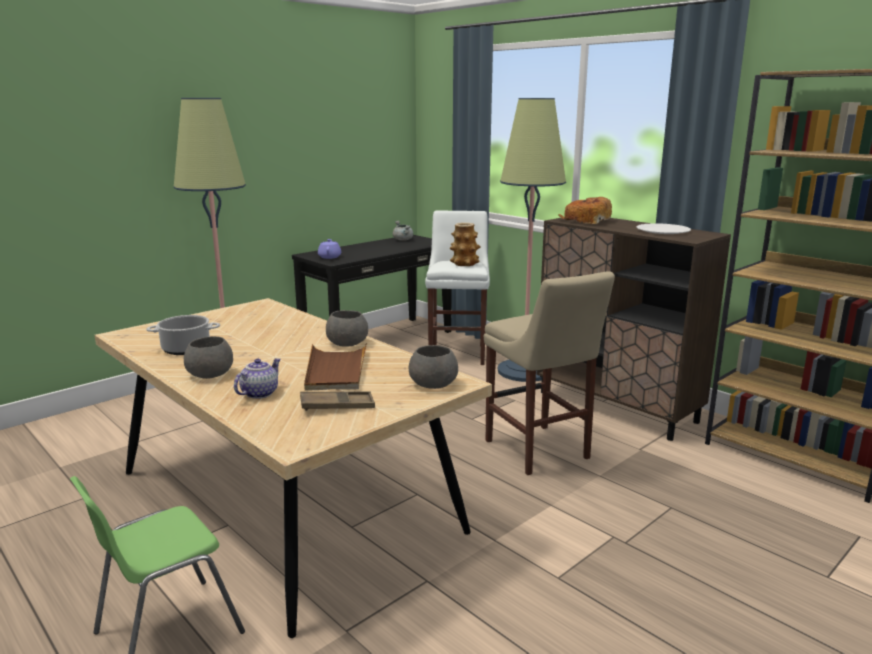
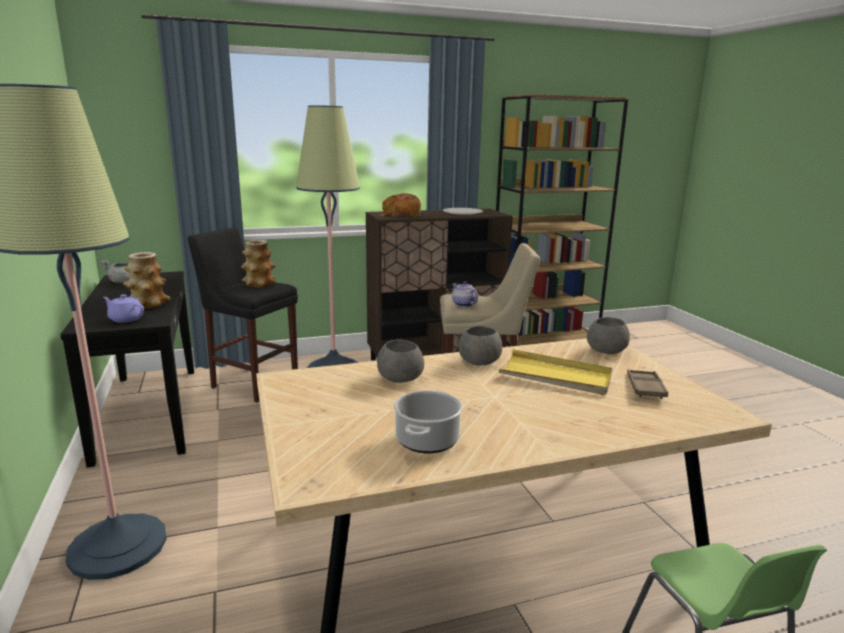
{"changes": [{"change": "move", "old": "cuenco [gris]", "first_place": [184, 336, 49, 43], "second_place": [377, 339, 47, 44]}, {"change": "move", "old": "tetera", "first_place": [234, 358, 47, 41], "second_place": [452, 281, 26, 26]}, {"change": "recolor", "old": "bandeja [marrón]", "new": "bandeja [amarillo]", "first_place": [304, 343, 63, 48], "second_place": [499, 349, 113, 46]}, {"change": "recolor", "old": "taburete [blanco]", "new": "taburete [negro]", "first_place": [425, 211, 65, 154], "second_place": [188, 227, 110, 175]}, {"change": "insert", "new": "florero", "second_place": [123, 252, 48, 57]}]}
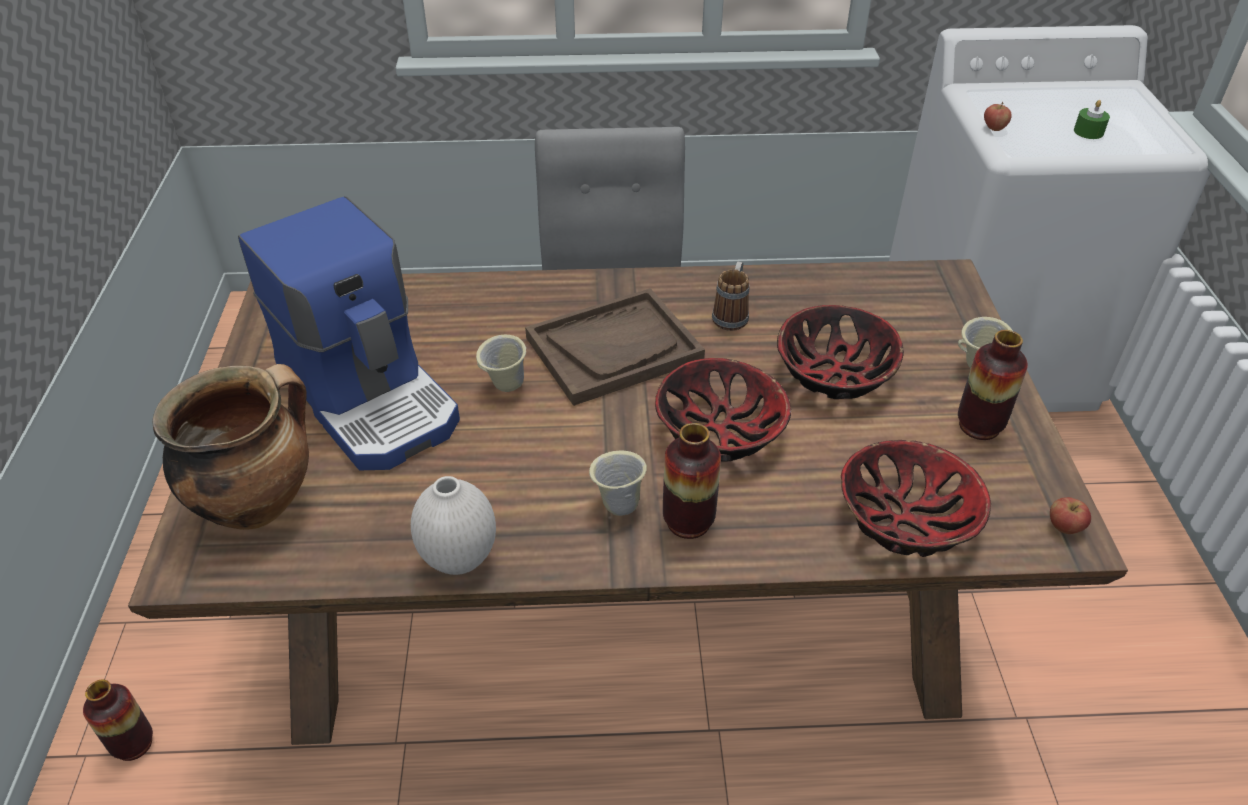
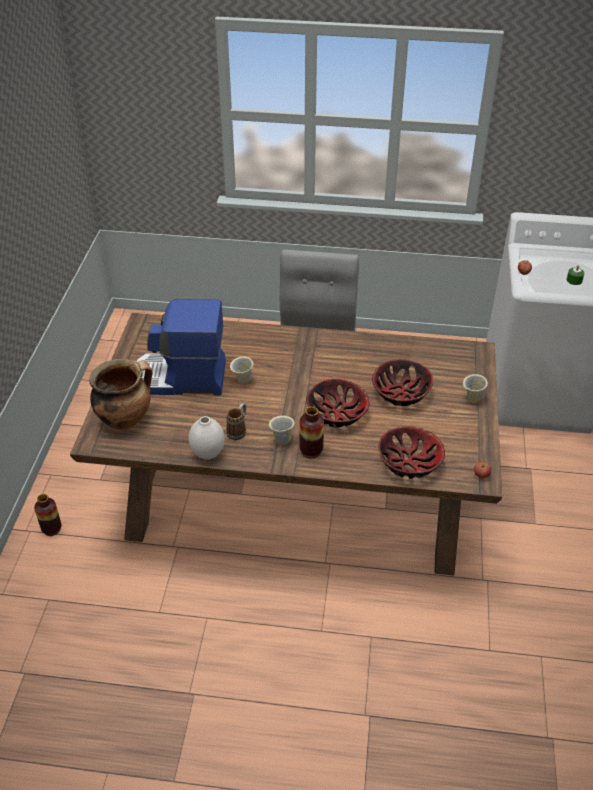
{"changes": [{"change": "rotate", "old": "cafetera", "first_place": [238, 196, 222, 274], "second_place": [136, 299, 90, 96], "degrees": 120}, {"change": "delete", "old": "bandeja [marrón]", "first_place": [525, 288, 180, 118]}, {"change": "move", "old": "taza grande", "first_place": [712, 262, 37, 69], "second_place": [226, 403, 20, 37]}, {"change": "delete", "old": "florero", "first_place": [958, 330, 70, 110]}]}
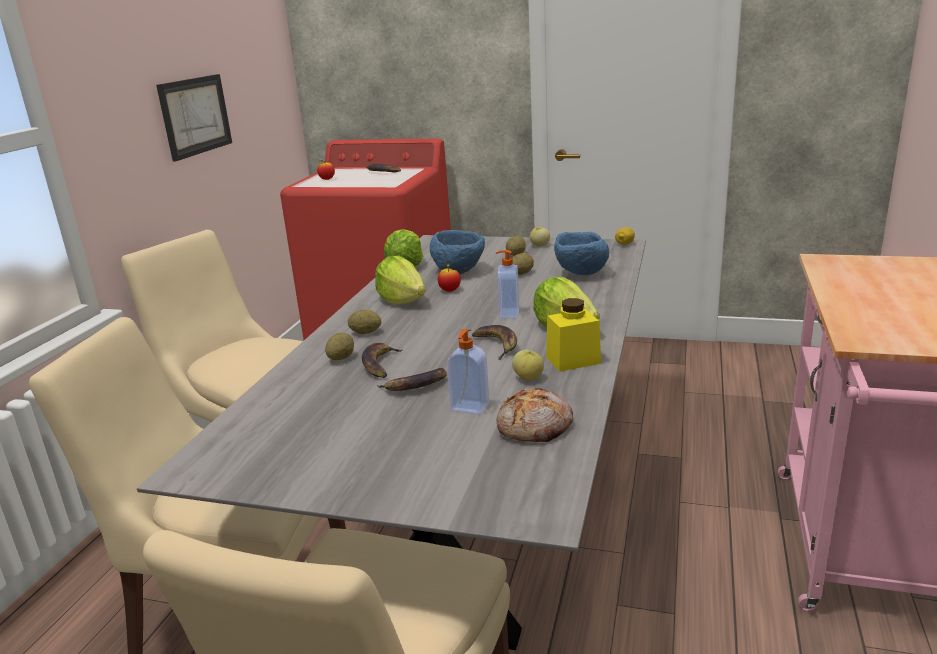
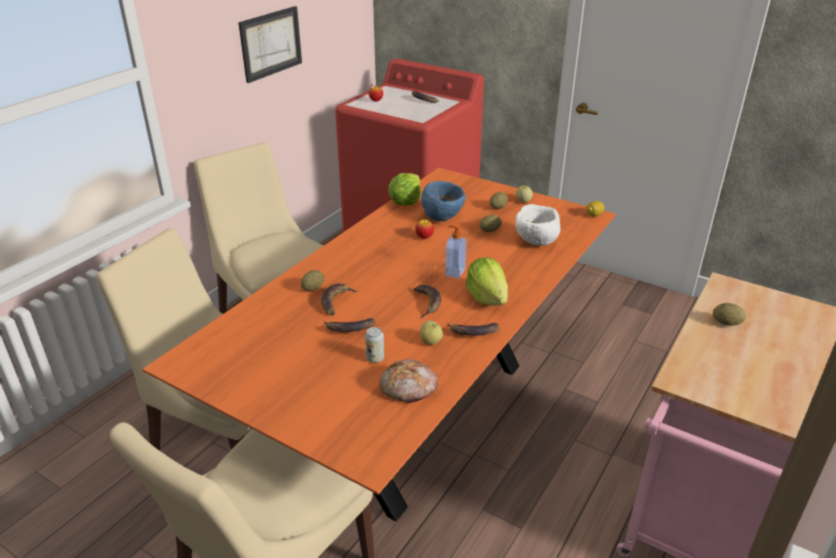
{"changes": [{"change": "recolor", "old": "mesa de comedor [gris]", "new": "mesa de comedor [naranja]", "first_place": [137, 235, 509, 415], "second_place": [142, 168, 474, 353]}, {"change": "move", "old": "patata", "first_place": [348, 309, 33, 25], "second_place": [713, 303, 33, 23]}, {"change": "delete", "old": "lechuga", "first_place": [375, 256, 51, 49]}, {"change": "replace", "old": "dispensador de jabón", "new": "lata", "first_place": [447, 329, 42, 86], "second_place": [365, 327, 19, 36]}, {"change": "replace", "old": "tarro [amarillo]", "new": "plátano", "first_place": [546, 298, 55, 74], "second_place": [447, 323, 52, 13]}, {"change": "recolor", "old": "cuenco [azul]", "new": "cuenco [blanco]", "first_place": [554, 231, 55, 44], "second_place": [515, 204, 45, 42]}]}
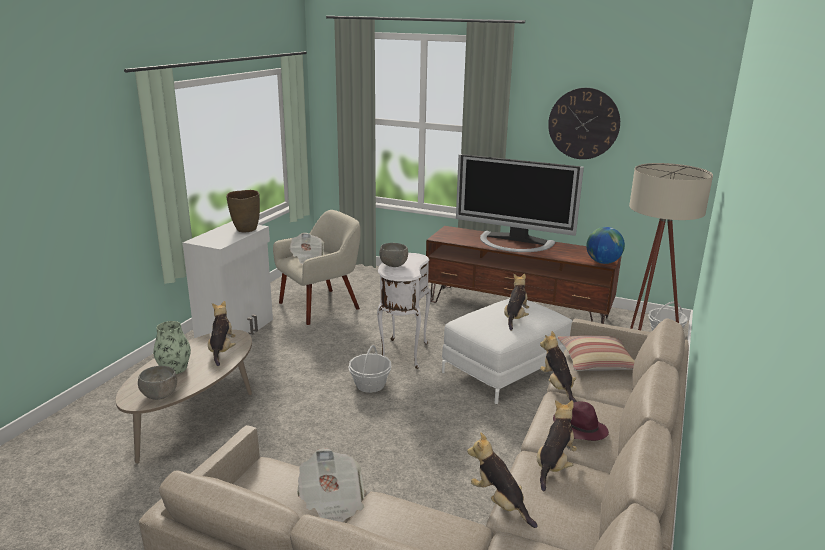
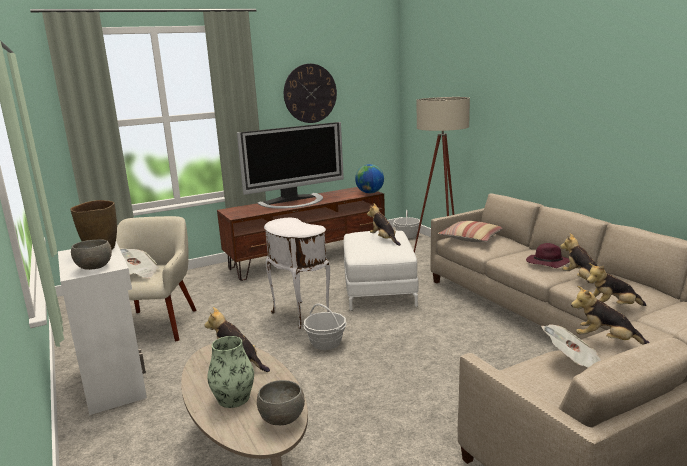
{"changes": [{"change": "move", "old": "cuenco [gris]", "first_place": [379, 243, 29, 24], "second_place": [71, 239, 41, 31]}, {"change": "move", "old": "peluche", "first_place": [540, 331, 37, 71], "second_place": [571, 286, 79, 59]}]}
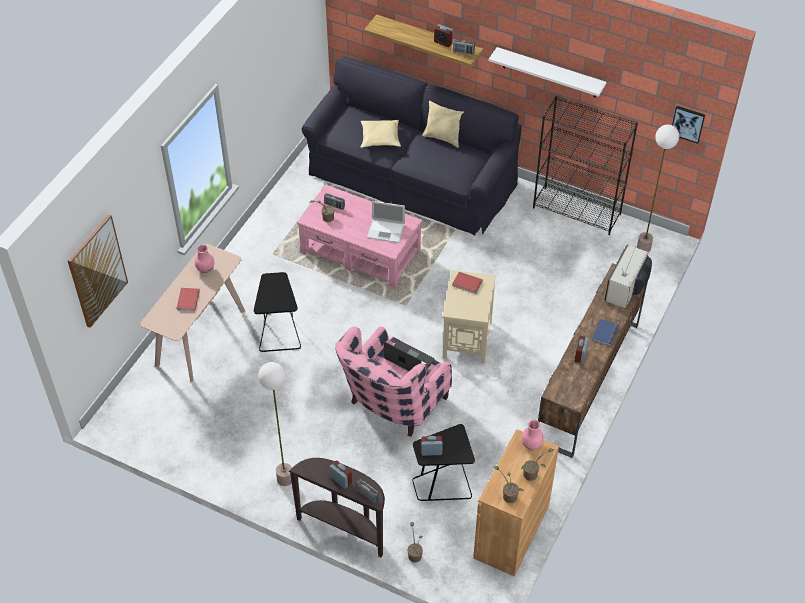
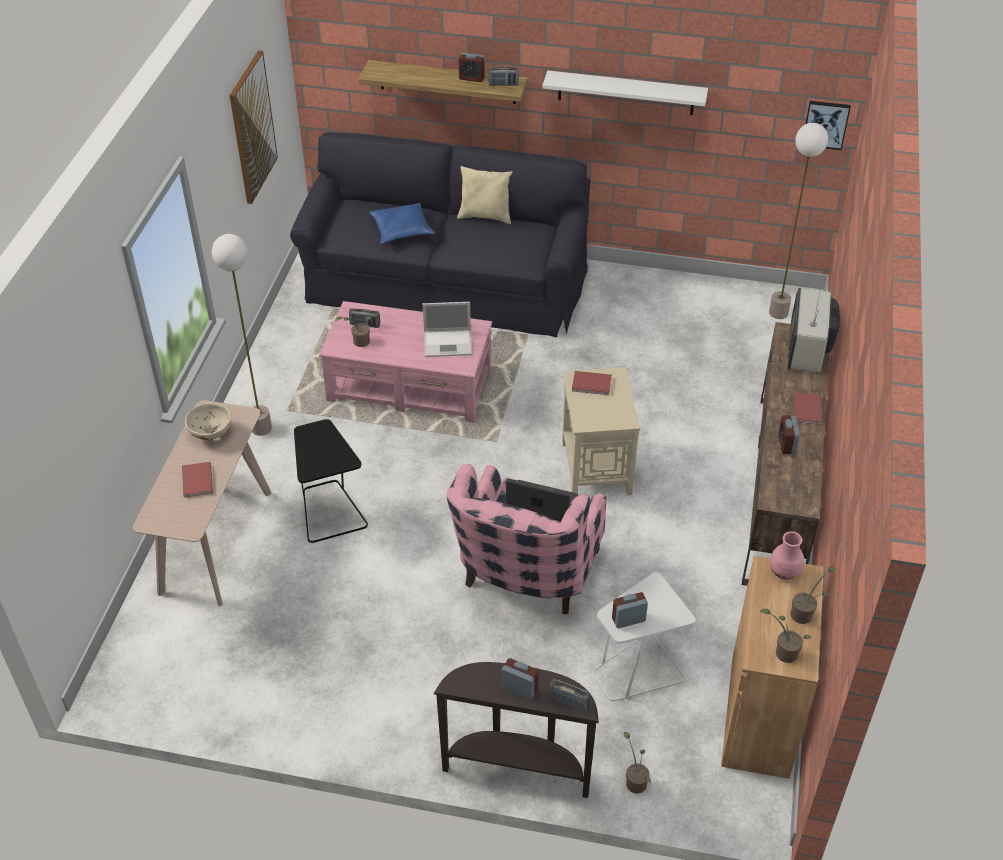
{"changes": [{"change": "move", "old": "cuadro", "first_place": [67, 214, 61, 114], "second_place": [230, 51, 48, 153]}, {"change": "replace", "old": "florero [rosa]", "new": "cuenco [beis]", "first_place": [195, 245, 20, 28], "second_place": [185, 403, 46, 37]}, {"change": "move", "old": "lámpara de pie", "first_place": [258, 362, 34, 124], "second_place": [212, 234, 60, 202]}, {"change": "recolor", "old": "cojín [beis]", "new": "cojín [azul]", "first_place": [361, 120, 40, 28], "second_place": [370, 203, 66, 41]}, {"change": "recolor", "old": "mesa auxiliar [negro]", "new": "mesa auxiliar [blanco]", "first_place": [412, 424, 63, 77], "second_place": [592, 572, 104, 129]}, {"change": "delete", "old": "estantería [negro]", "first_place": [533, 96, 105, 139]}, {"change": "recolor", "old": "libro [azul]", "new": "libro [rojo]", "first_place": [592, 319, 26, 27], "second_place": [793, 393, 28, 32]}]}
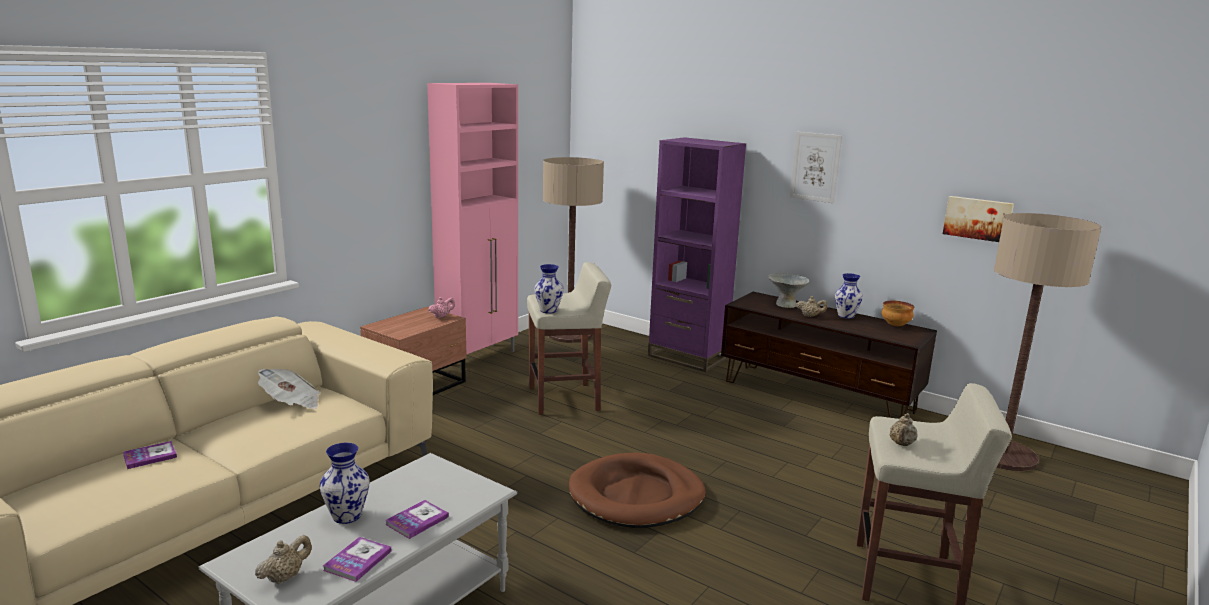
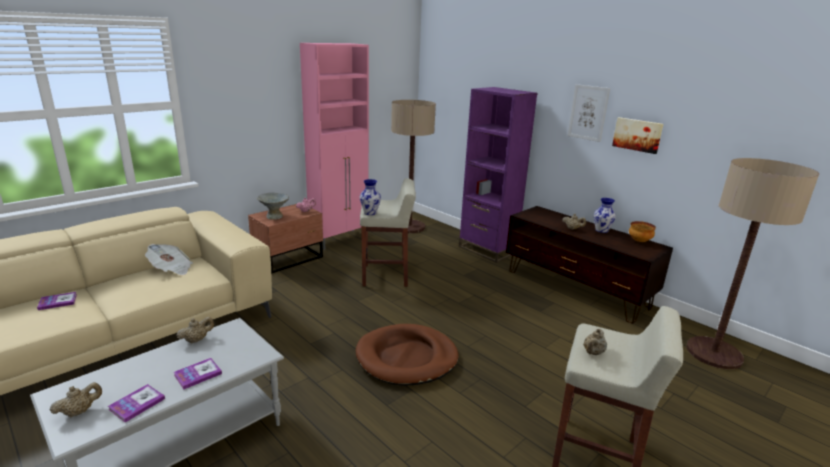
{"changes": [{"change": "delete", "old": "florero", "first_place": [319, 443, 50, 81]}, {"change": "move", "old": "cuenco [gris]", "first_place": [768, 273, 42, 35], "second_place": [257, 193, 32, 27]}, {"change": "move", "old": "cuadro", "first_place": [943, 196, 71, 46], "second_place": [612, 117, 51, 37]}, {"change": "insert", "new": "tetera [beis]", "second_place": [176, 317, 38, 27]}]}
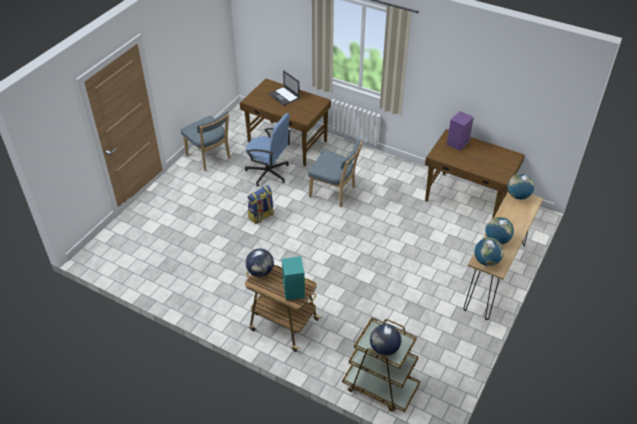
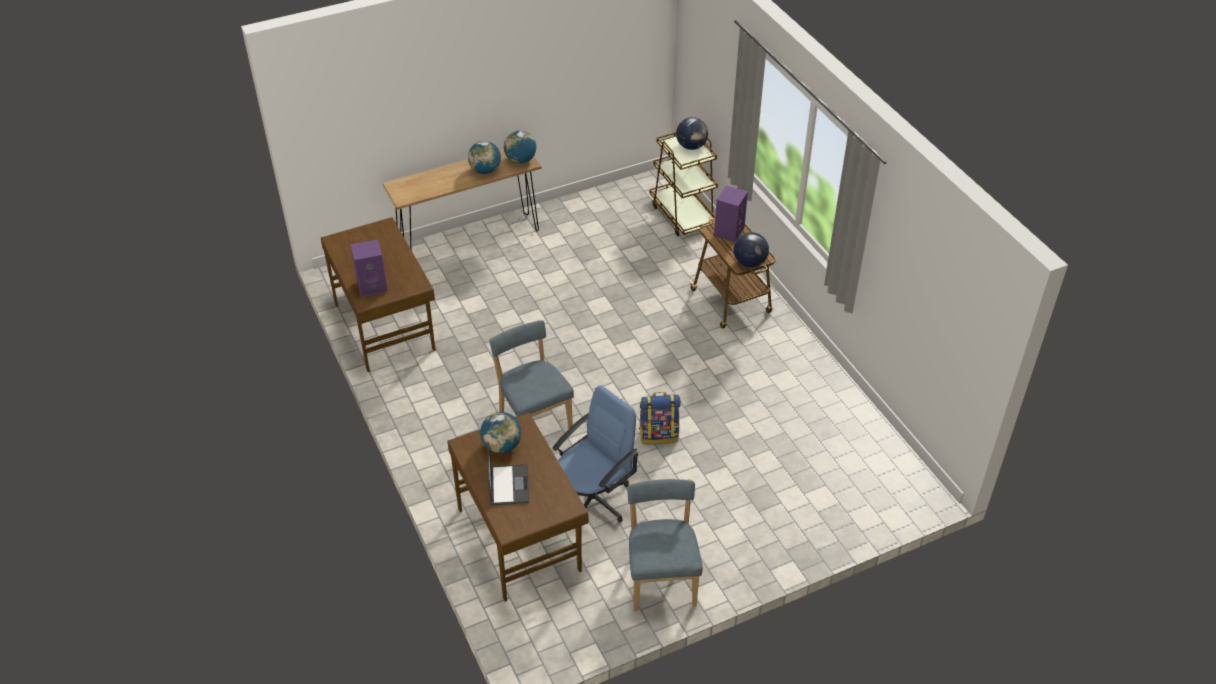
{"changes": [{"change": "rotate", "old": "silla de oficina [azul]", "first_place": [245, 113, 46, 74], "second_place": [552, 385, 87, 138], "degrees": 75}, {"change": "recolor", "old": "altavoz [turquesa]", "new": "altavoz [morado]", "first_place": [282, 256, 23, 45], "second_place": [714, 185, 34, 57]}, {"change": "move", "old": "globo terráqueo", "first_place": [507, 174, 27, 26], "second_place": [480, 412, 42, 41]}]}
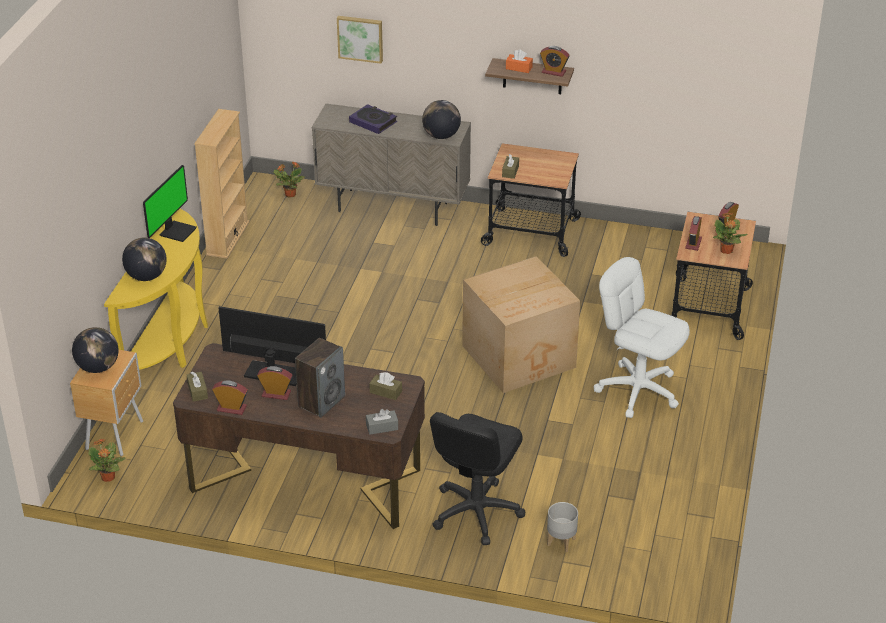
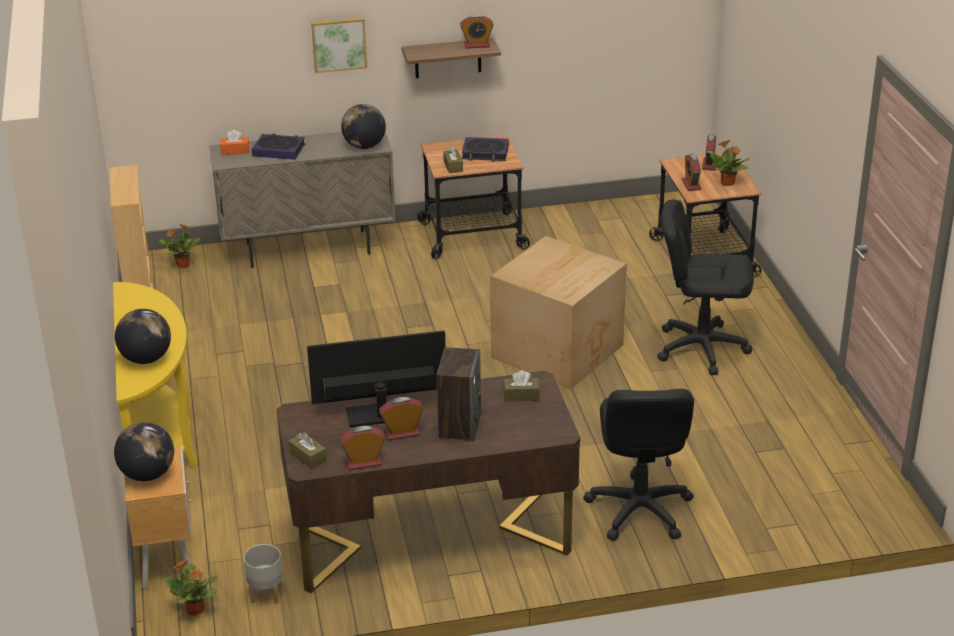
{"changes": [{"change": "delete", "old": "monitor", "first_place": [143, 165, 54, 77]}, {"change": "move", "old": "cuadro", "first_place": [337, 16, 46, 48], "second_place": [311, 17, 56, 56]}, {"change": "delete", "old": "caja de pañuelos [gris]", "first_place": [366, 409, 32, 26]}, {"change": "move", "old": "caja de pañuelos [naranja]", "first_place": [506, 49, 27, 24], "second_place": [220, 130, 29, 25]}, {"change": "move", "old": "maceta [gris]", "first_place": [547, 502, 31, 50], "second_place": [244, 544, 39, 60]}, {"change": "recolor", "old": "silla de oficina [blanco]", "new": "silla de oficina [negro]", "first_place": [594, 257, 96, 161], "second_place": [657, 200, 97, 175]}, {"change": "insert", "new": "libro", "second_place": [462, 137, 47, 24]}]}
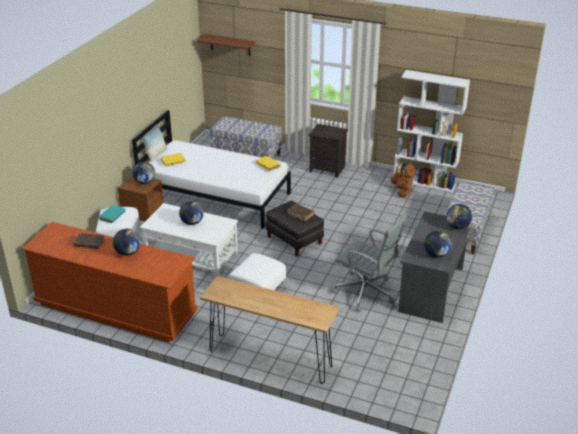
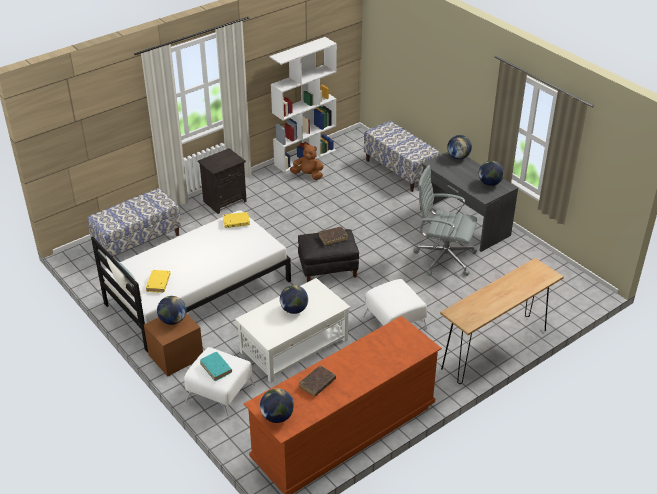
{"changes": [{"change": "move", "old": "globo terráqueo", "first_place": [113, 229, 27, 27], "second_place": [260, 388, 34, 35]}, {"change": "delete", "old": "estante [marrón]", "first_place": [197, 34, 58, 22]}, {"change": "rotate", "old": "silla de oficina [gris]", "first_place": [331, 213, 75, 99], "second_place": [414, 165, 63, 111], "degrees": -135}]}
